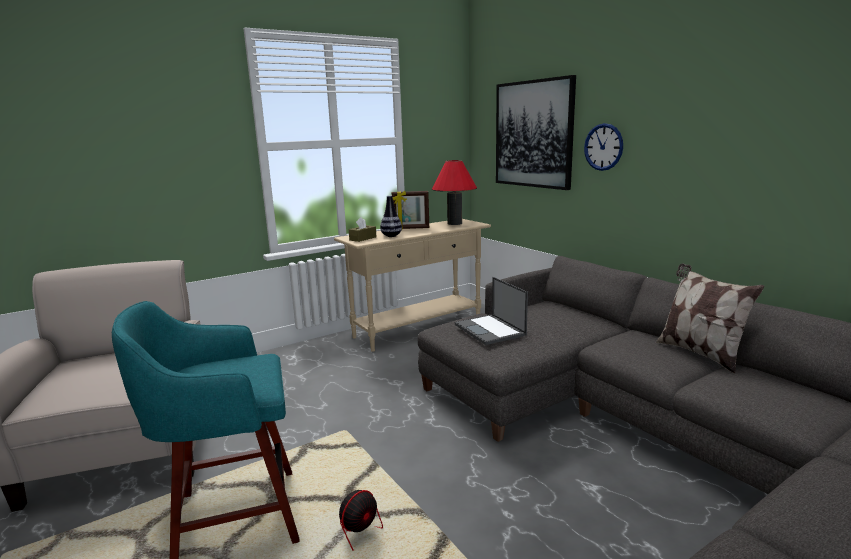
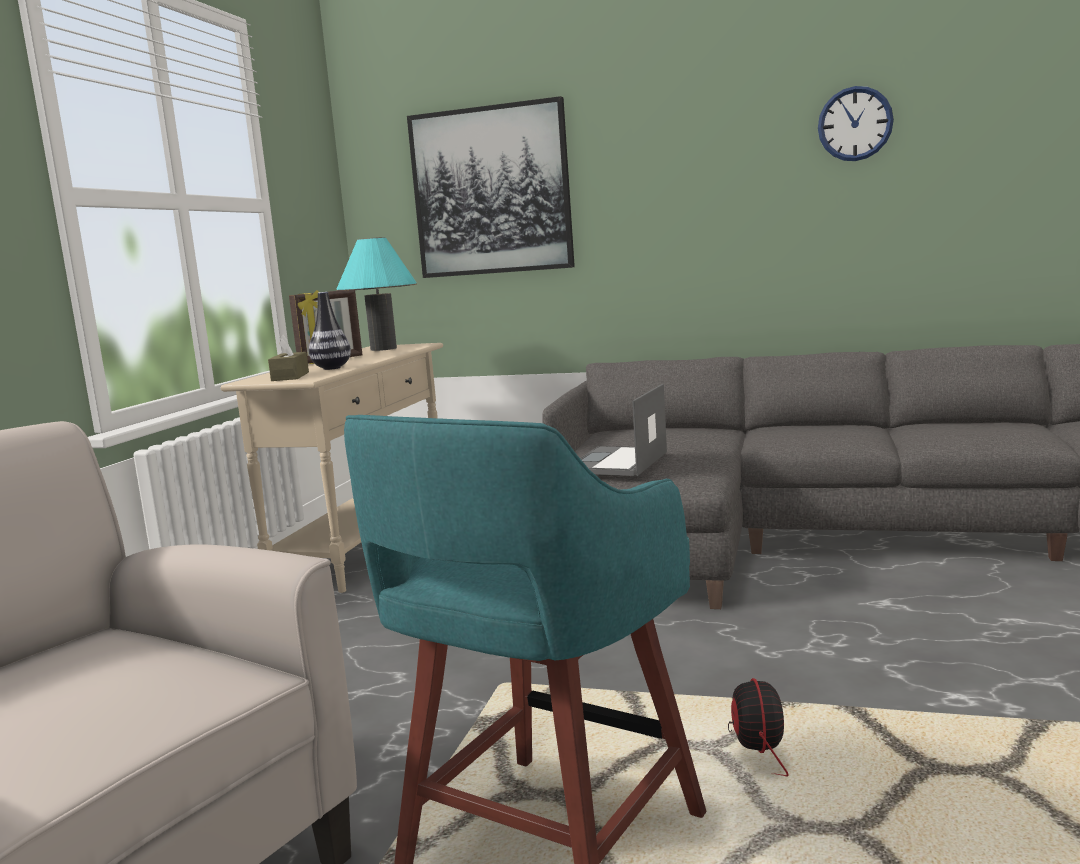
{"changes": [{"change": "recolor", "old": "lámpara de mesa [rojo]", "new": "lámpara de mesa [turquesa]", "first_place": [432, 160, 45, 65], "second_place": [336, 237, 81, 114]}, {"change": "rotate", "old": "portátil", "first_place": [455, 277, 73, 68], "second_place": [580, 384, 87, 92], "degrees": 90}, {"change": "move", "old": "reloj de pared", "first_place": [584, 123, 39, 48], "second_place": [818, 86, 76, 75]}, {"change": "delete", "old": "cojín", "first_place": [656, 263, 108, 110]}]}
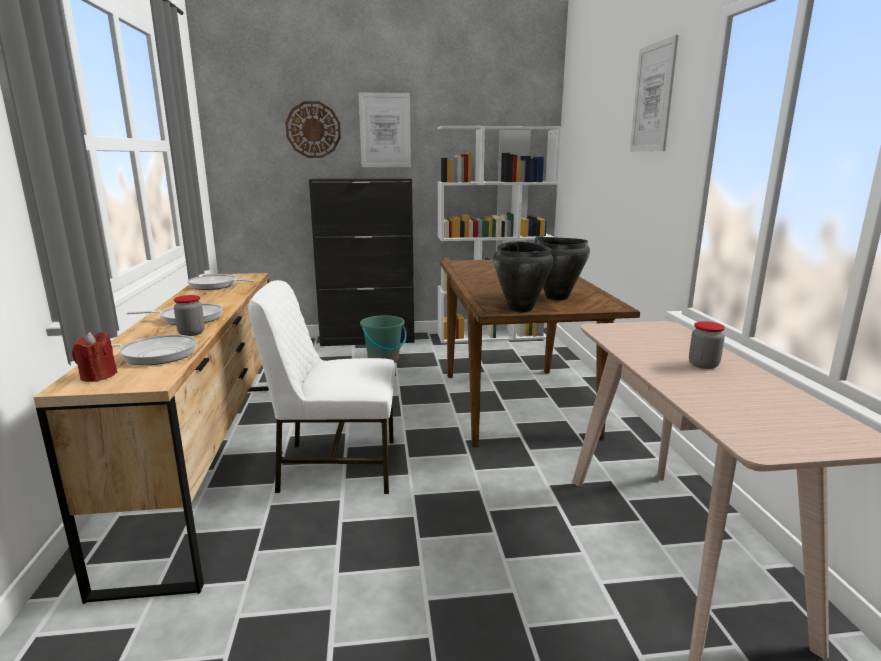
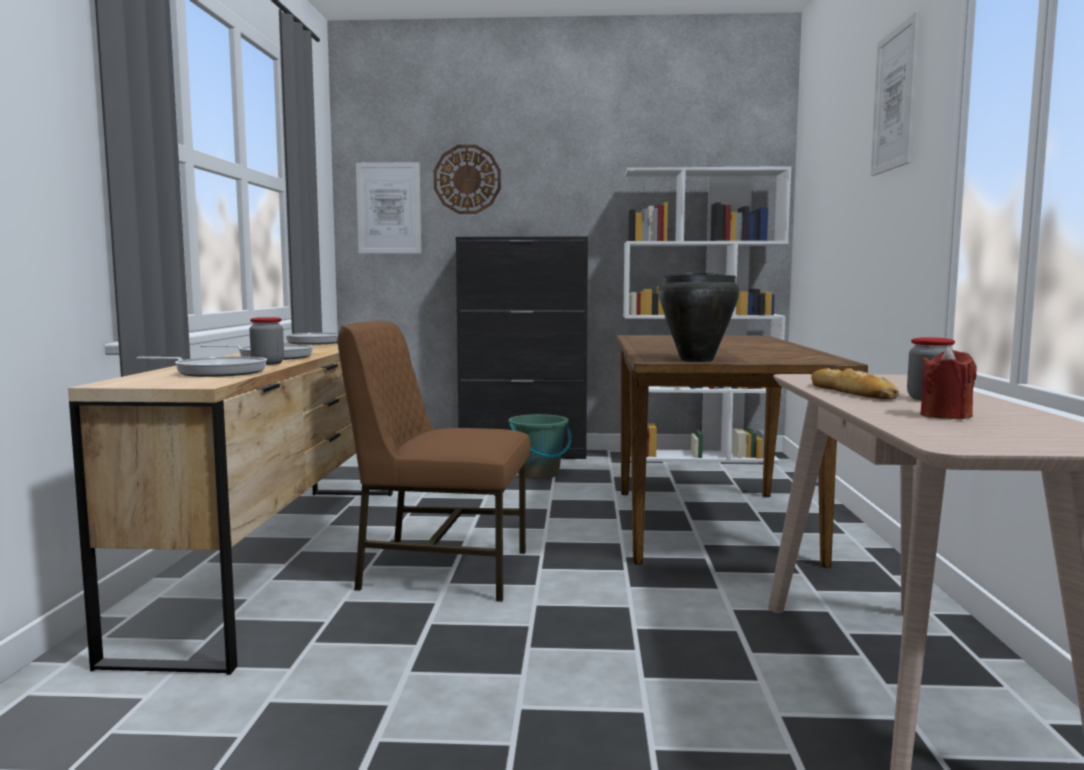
{"changes": [{"change": "move", "old": "vela [rojo]", "first_place": [72, 332, 46, 50], "second_place": [920, 347, 57, 72]}, {"change": "recolor", "old": "silla [blanco]", "new": "silla [marrón]", "first_place": [248, 280, 148, 214], "second_place": [338, 321, 192, 281]}, {"change": "move", "old": "cuadro", "first_place": [358, 92, 53, 75], "second_place": [356, 162, 65, 91]}, {"change": "delete", "old": "olla [negro]", "first_place": [534, 237, 56, 63]}, {"change": "insert", "new": "pan", "second_place": [811, 368, 88, 31]}]}
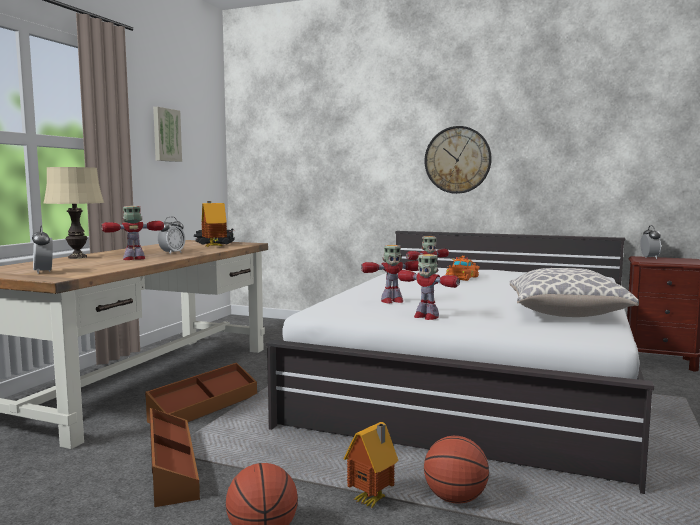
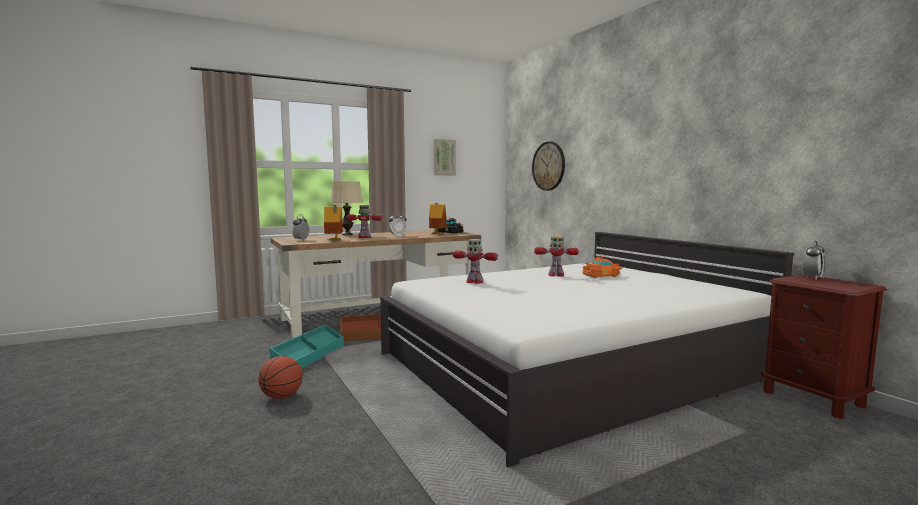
{"changes": [{"change": "recolor", "old": "caja de almacenaje [marrón]", "new": "caja de almacenaje [turquesa]", "first_place": [149, 408, 51, 99], "second_place": [269, 324, 75, 45]}, {"change": "move", "old": "casita", "first_place": [343, 422, 55, 86], "second_place": [324, 205, 19, 35]}, {"change": "delete", "old": "robot de juguete", "first_place": [398, 254, 62, 66]}, {"change": "move", "old": "reloj de pared", "first_place": [424, 126, 68, 68], "second_place": [532, 142, 33, 49]}, {"change": "delete", "old": "balón de baloncesto", "first_place": [424, 436, 65, 68]}, {"change": "delete", "old": "cojín", "first_place": [510, 268, 129, 49]}]}
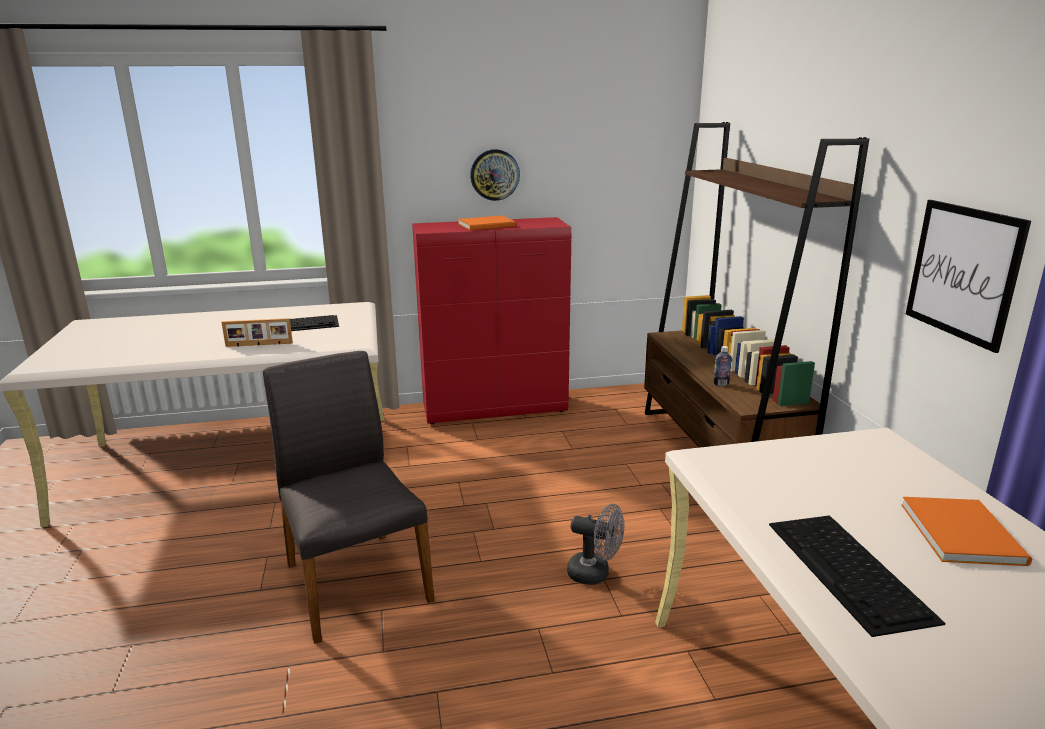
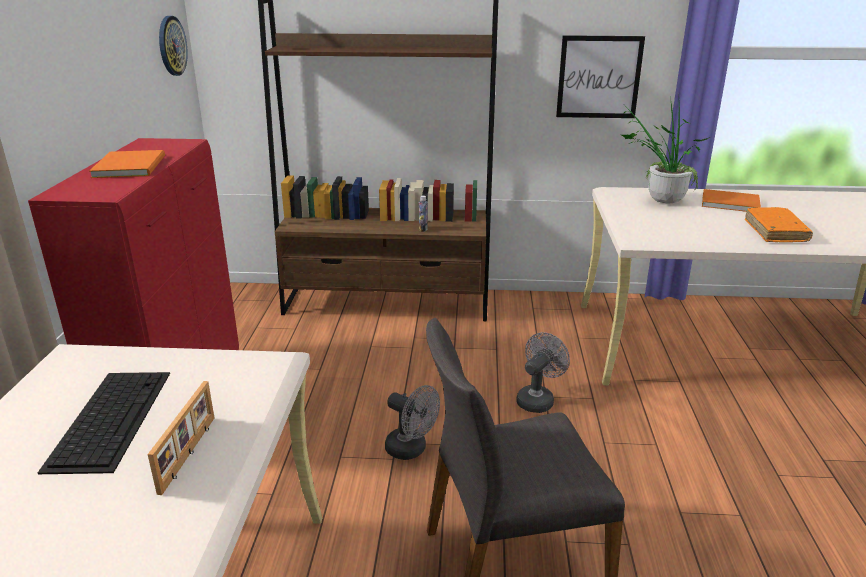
{"changes": [{"change": "move", "old": "reloj de pared", "first_place": [470, 149, 50, 52], "second_place": [159, 16, 29, 60]}, {"change": "replace", "old": "teclado", "new": "libro [naranja]", "first_place": [769, 515, 176, 122], "second_place": [745, 207, 68, 35]}, {"change": "insert", "new": "ventilador [gris]", "second_place": [385, 385, 55, 75]}, {"change": "insert", "new": "planta en maceta", "second_place": [621, 96, 89, 108]}]}
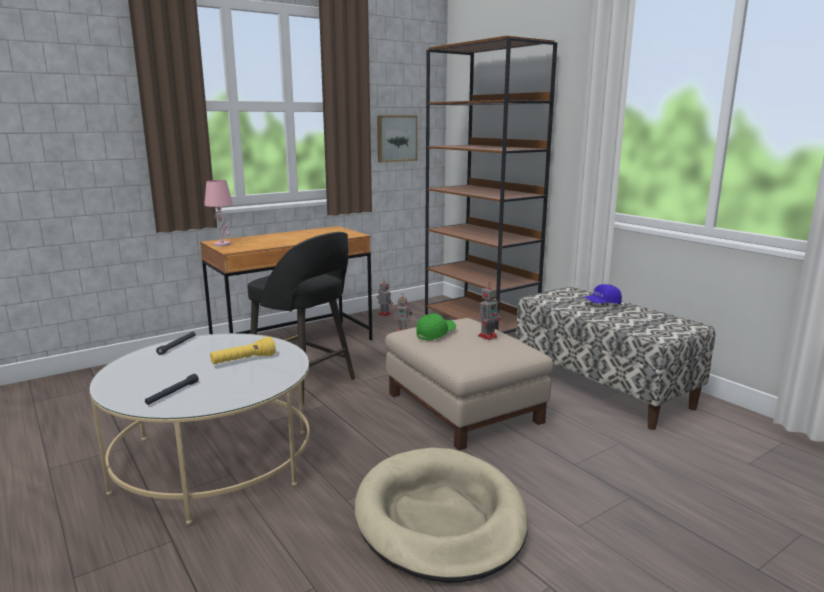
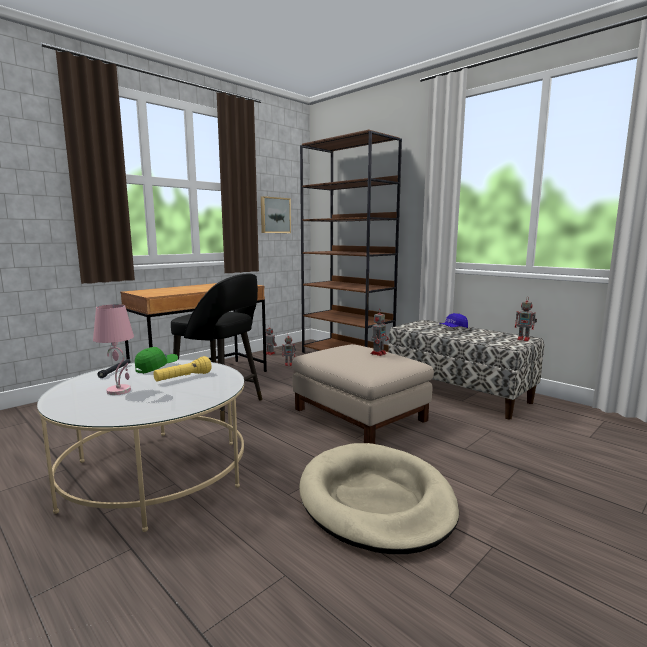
{"changes": [{"change": "delete", "old": "linterna [negro]", "first_place": [145, 374, 54, 31]}, {"change": "move", "old": "lámpara de mesa [rosa]", "first_place": [204, 180, 29, 67], "second_place": [93, 304, 41, 91]}, {"change": "move", "old": "gorra [verde]", "first_place": [416, 313, 40, 28], "second_place": [135, 347, 43, 27]}, {"change": "insert", "new": "robot de juguete", "second_place": [515, 296, 22, 45]}]}
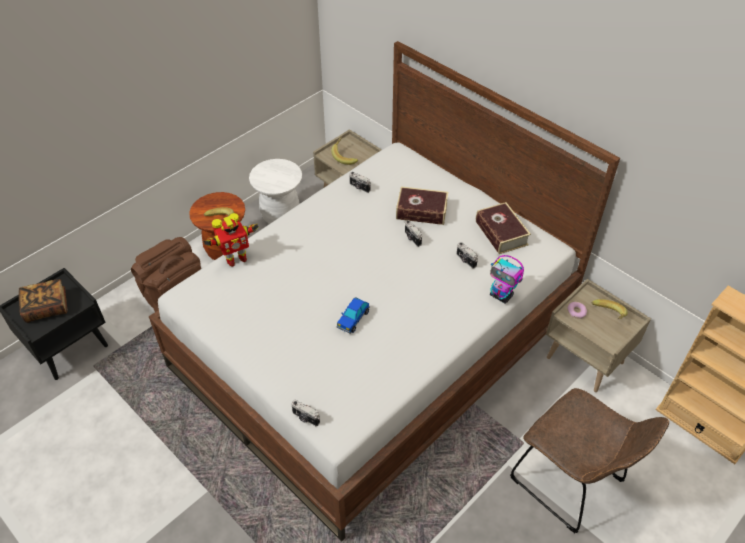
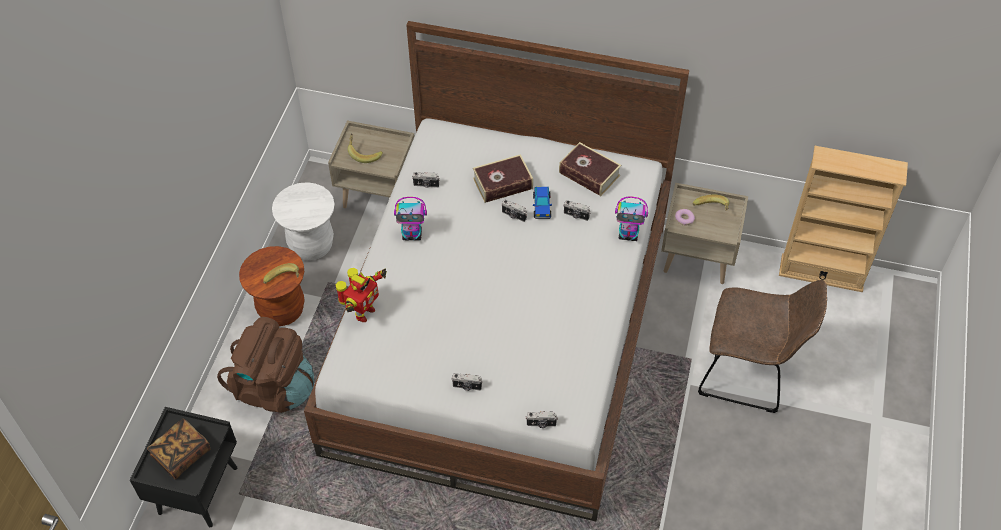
{"changes": [{"change": "move", "old": "coche de juguete", "first_place": [336, 298, 34, 36], "second_place": [533, 187, 19, 32]}, {"change": "insert", "new": "robot de juguete", "second_place": [394, 197, 33, 43]}, {"change": "insert", "new": "cámara", "second_place": [451, 373, 32, 18]}]}
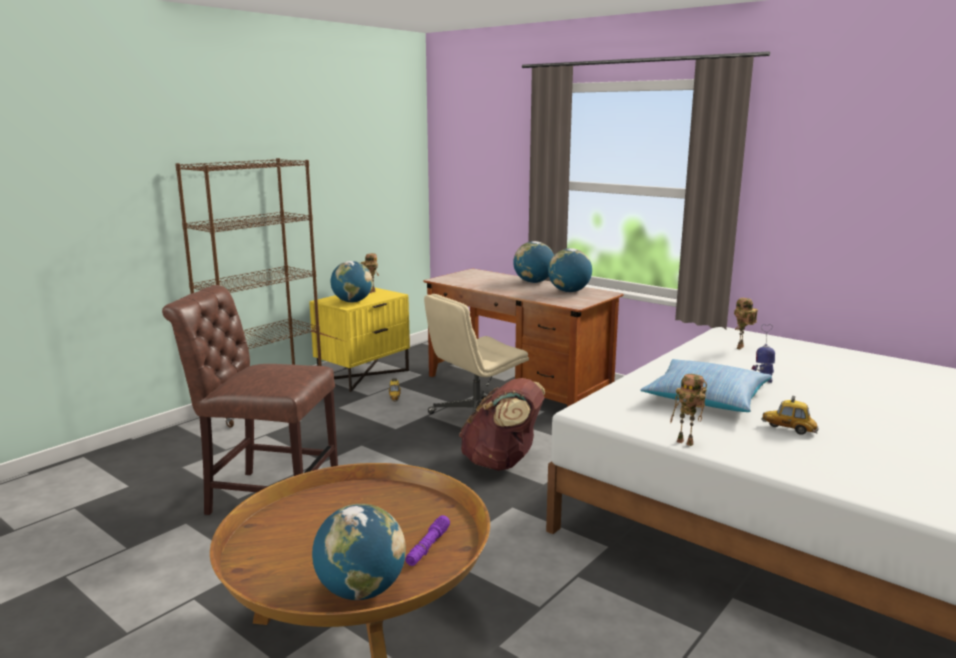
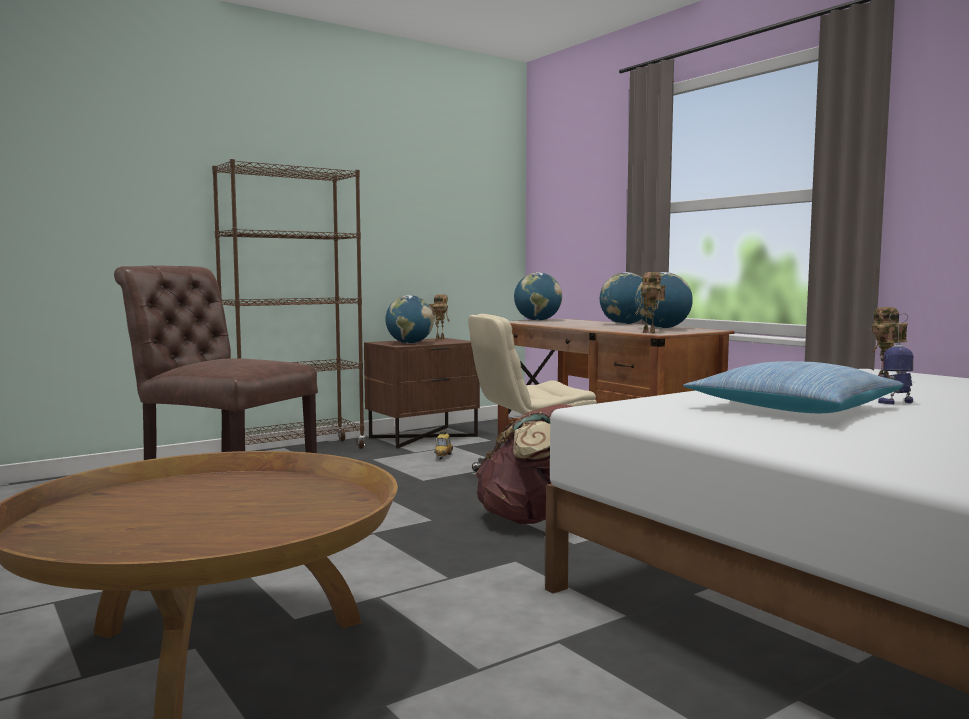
{"changes": [{"change": "recolor", "old": "mesita de noche [amarillo]", "new": "mesita de noche [marrón]", "first_place": [310, 288, 100, 104], "second_place": [364, 338, 116, 111]}, {"change": "move", "old": "globo terráqueo", "first_place": [312, 504, 94, 96], "second_place": [514, 272, 48, 49]}, {"change": "delete", "old": "linterna [morado]", "first_place": [405, 515, 45, 51]}, {"change": "move", "old": "robot de juguete", "first_place": [670, 374, 37, 72], "second_place": [636, 272, 30, 62]}, {"change": "delete", "old": "coche de juguete", "first_place": [761, 396, 58, 39]}]}
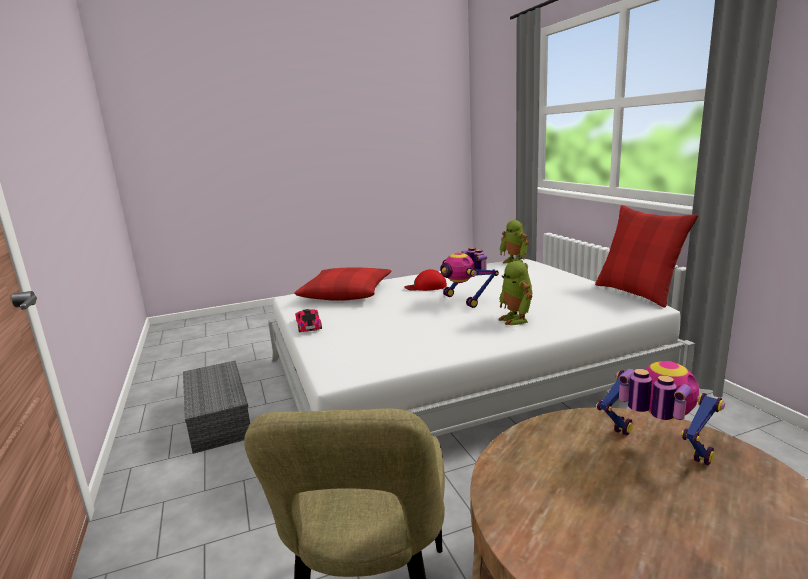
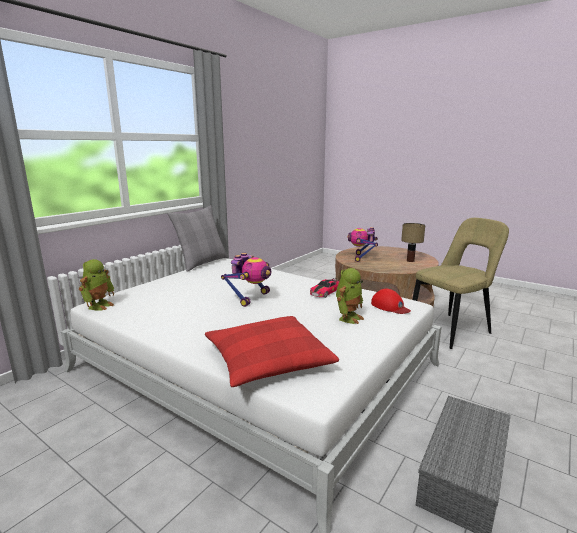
{"changes": [{"change": "move", "old": "coche de juguete", "first_place": [295, 309, 27, 23], "second_place": [310, 278, 29, 20]}, {"change": "move", "old": "gorra [rojo]", "first_place": [404, 269, 43, 22], "second_place": [371, 289, 40, 25]}, {"change": "move", "old": "robot de juguete", "first_place": [498, 261, 35, 64], "second_place": [336, 268, 28, 56]}, {"change": "recolor", "old": "cojín [rojo]", "new": "cojín [gris]", "first_place": [595, 205, 103, 103], "second_place": [168, 205, 60, 67]}, {"change": "insert", "new": "lámpara de mesa", "second_place": [401, 223, 24, 39]}]}
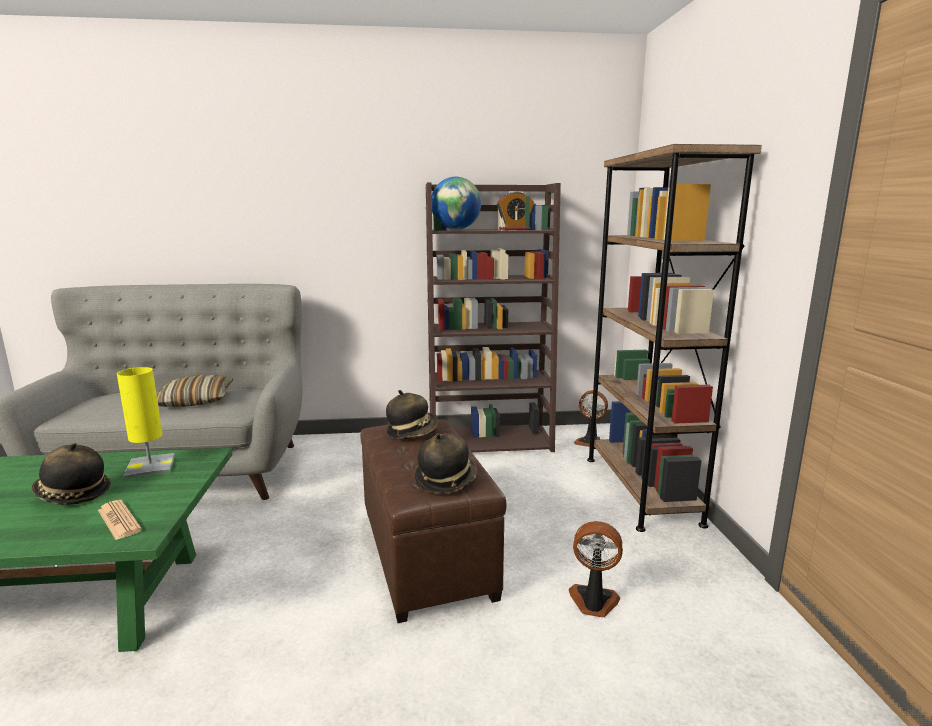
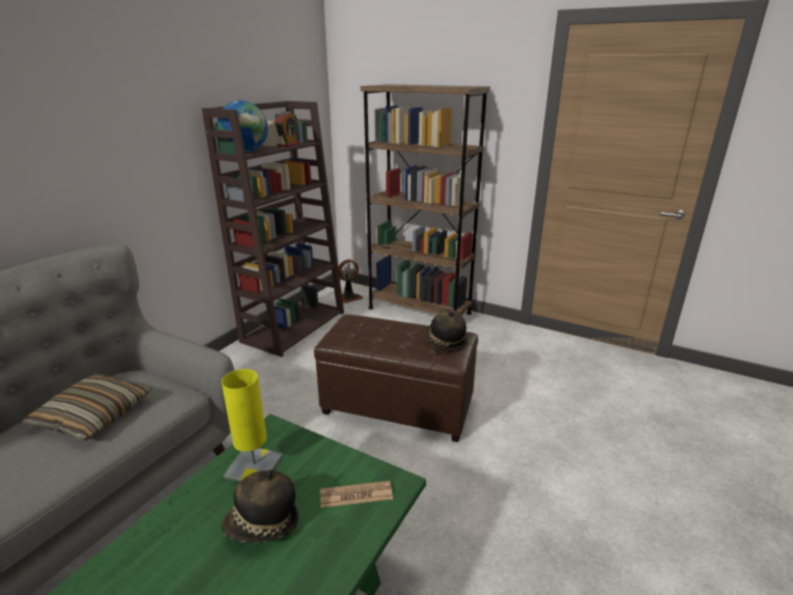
{"changes": [{"change": "delete", "old": "sombrero", "first_place": [386, 390, 53, 49]}, {"change": "delete", "old": "ventilador", "first_place": [569, 521, 54, 96]}]}
